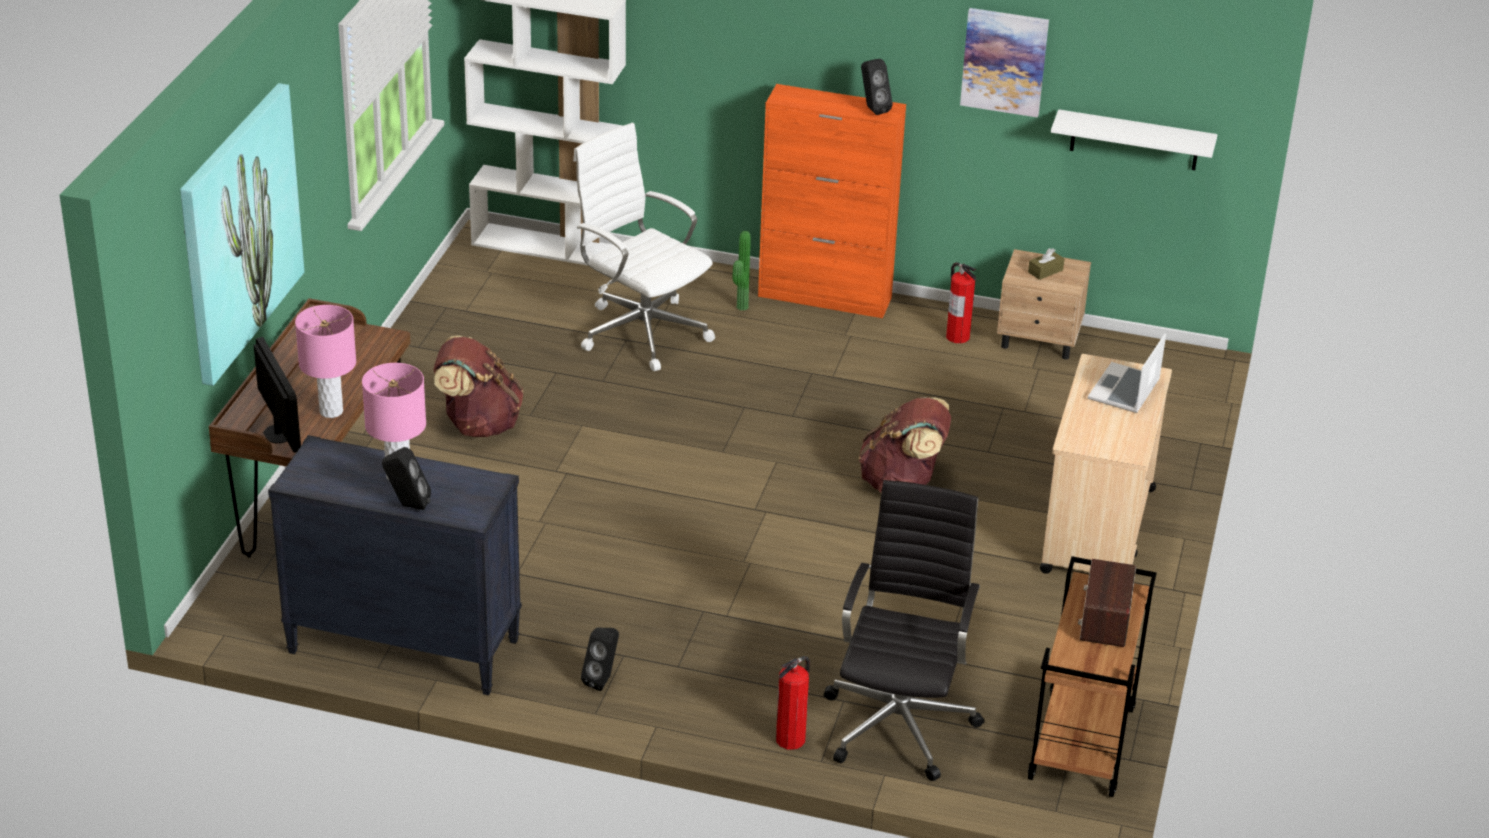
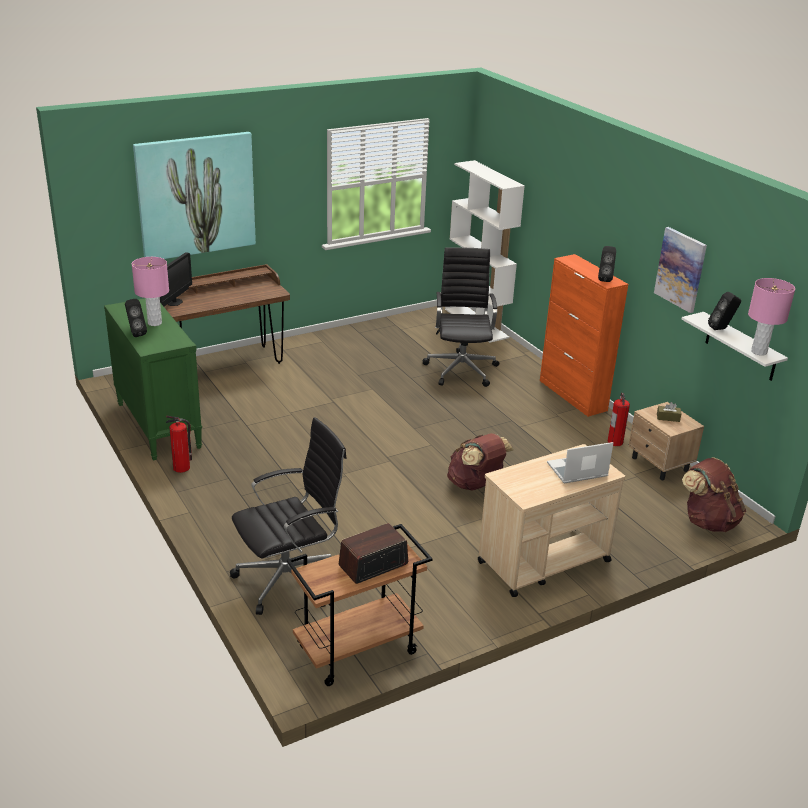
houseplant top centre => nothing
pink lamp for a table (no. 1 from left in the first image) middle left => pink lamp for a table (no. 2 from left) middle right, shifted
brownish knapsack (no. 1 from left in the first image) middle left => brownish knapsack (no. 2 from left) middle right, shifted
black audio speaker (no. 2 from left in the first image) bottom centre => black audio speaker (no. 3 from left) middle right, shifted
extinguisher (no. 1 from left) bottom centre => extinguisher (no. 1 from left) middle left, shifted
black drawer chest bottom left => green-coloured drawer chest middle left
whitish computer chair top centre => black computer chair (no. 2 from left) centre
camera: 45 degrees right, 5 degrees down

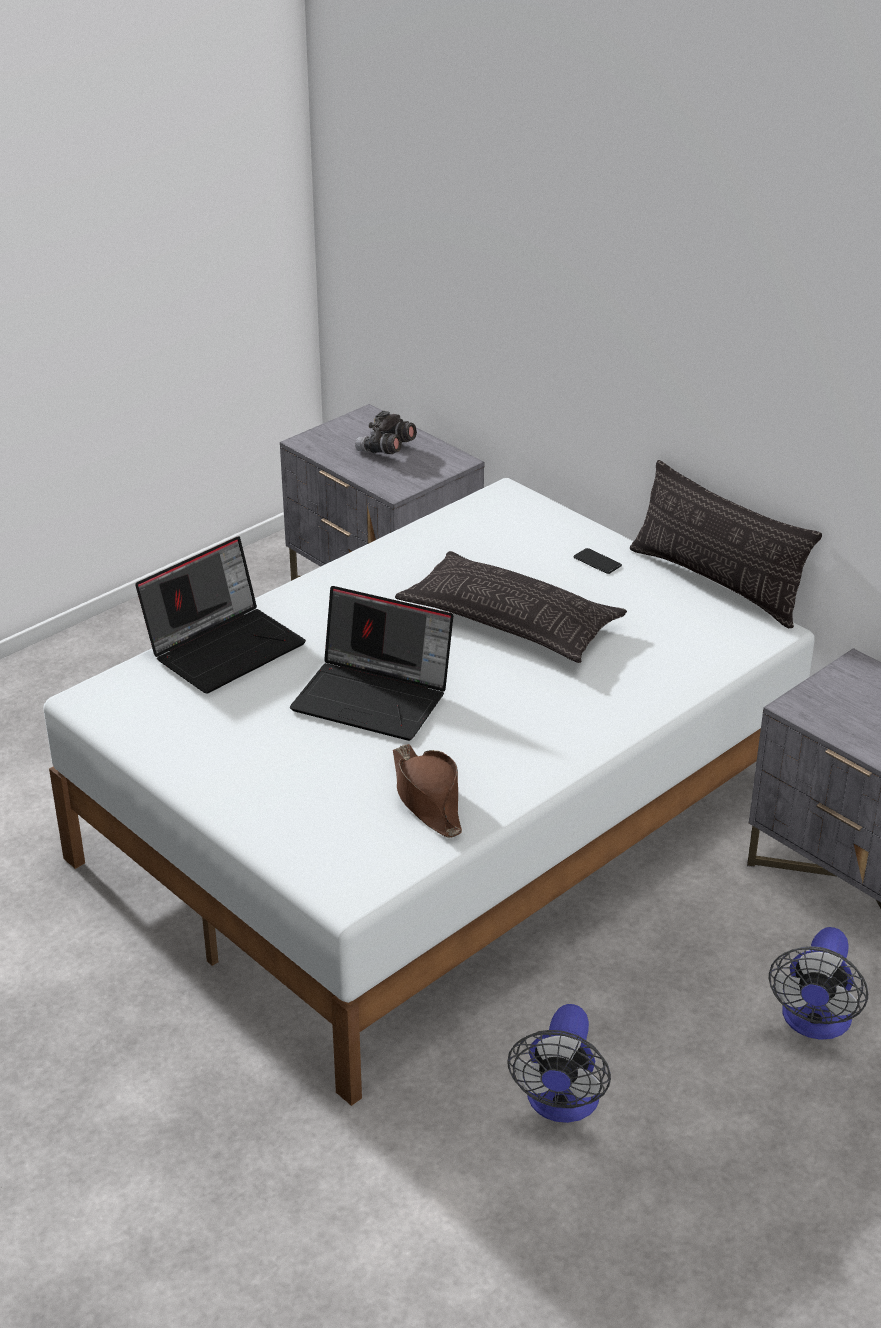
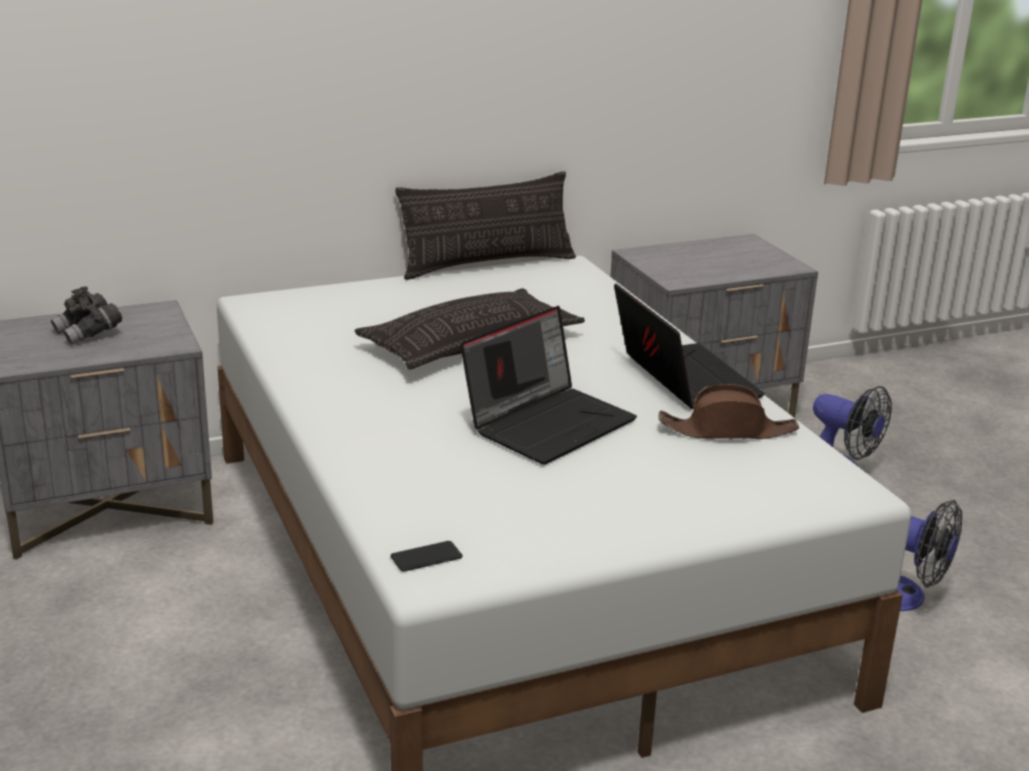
notebook computer (no. 1 from left in the first image) middle left => notebook computer (no. 2 from left) middle right, shifted
telephone middle right => telephone bottom centre, shifted
camera: 70 degrees left, 10 degrees down

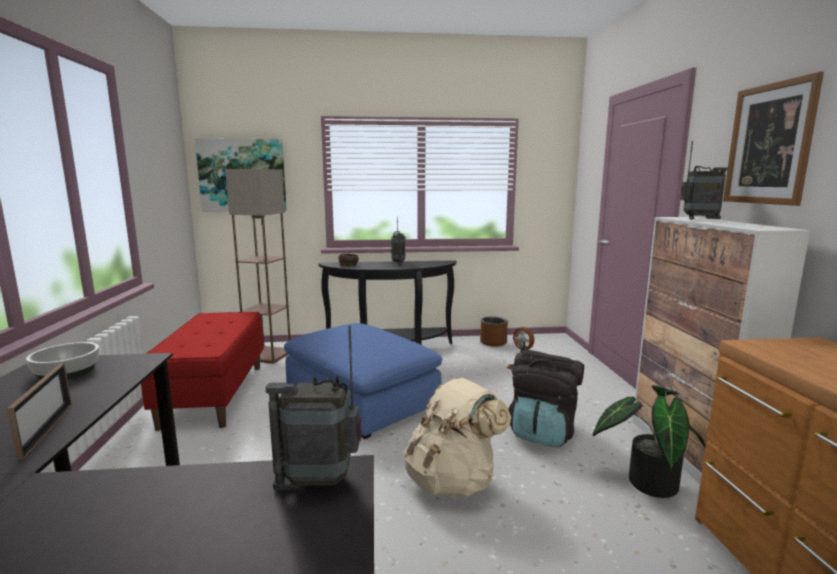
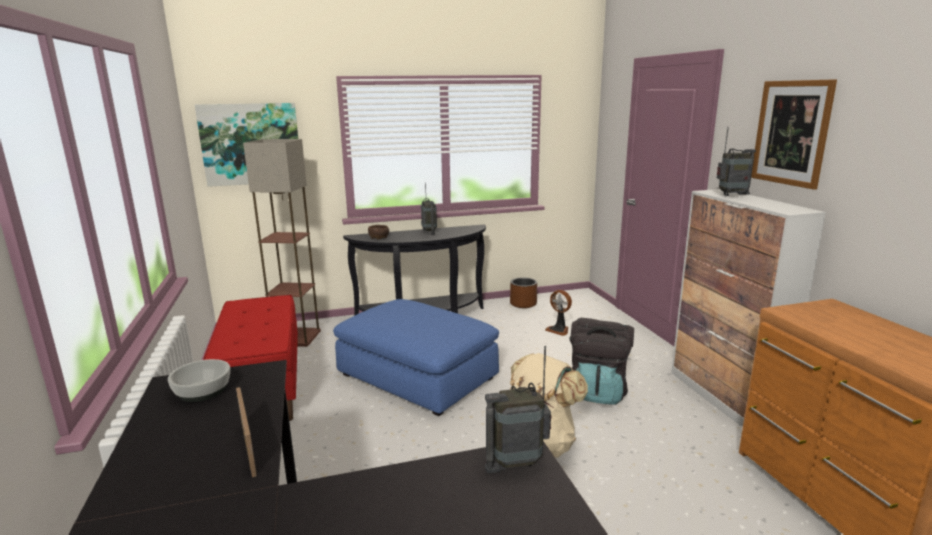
houseplant bottom right => nothing
camera: 10 degrees left, 5 degrees up

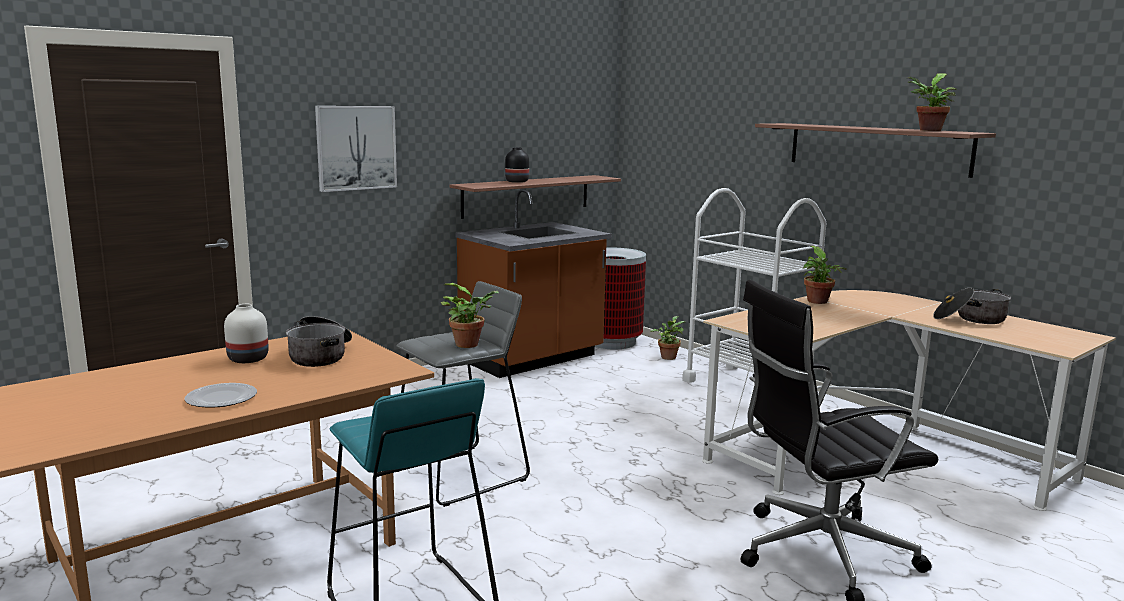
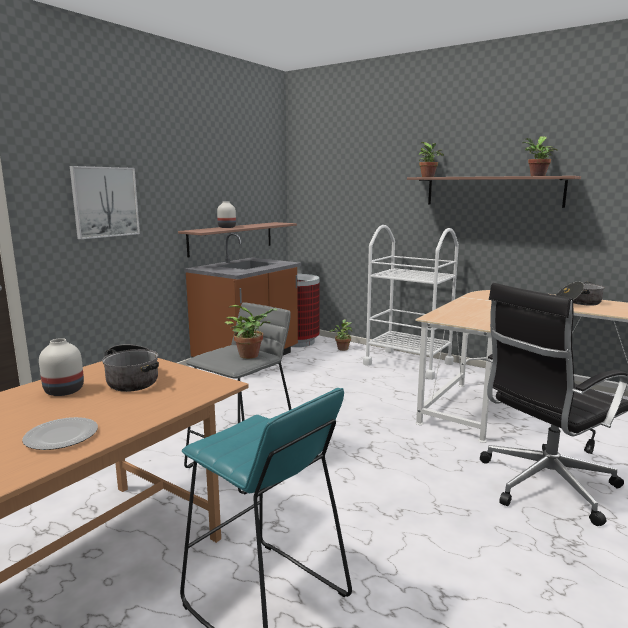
houseplant (no. 3 from left) middle right => houseplant (no. 3 from left) top right, shifted
black vase top centre => whitish vase (no. 2 from left) centre
camera: 15 degrees left, 0 degrees up

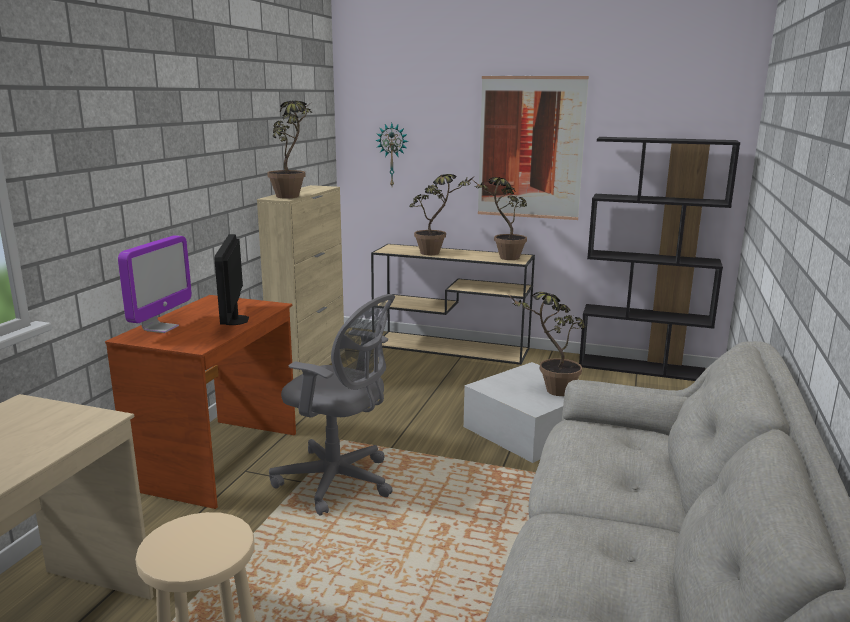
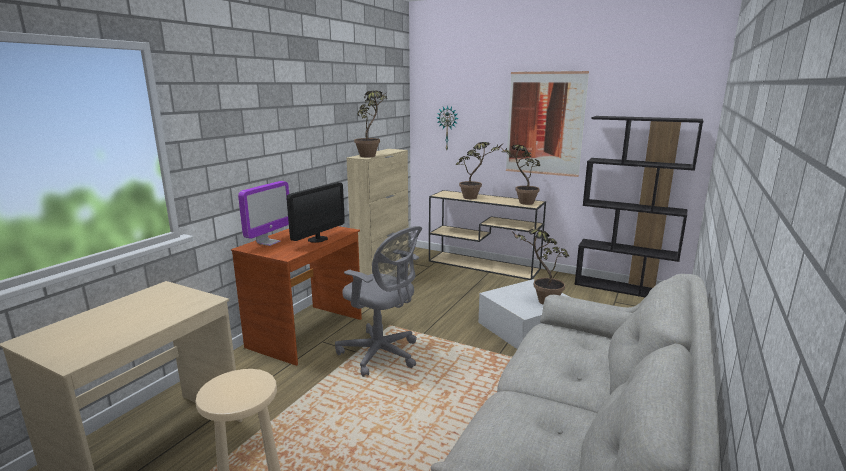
monitor (no. 2 from left) middle left => monitor (no. 2 from left) centre, 150 degrees counterclockwise
camera: 10 degrees right, 0 degrees up

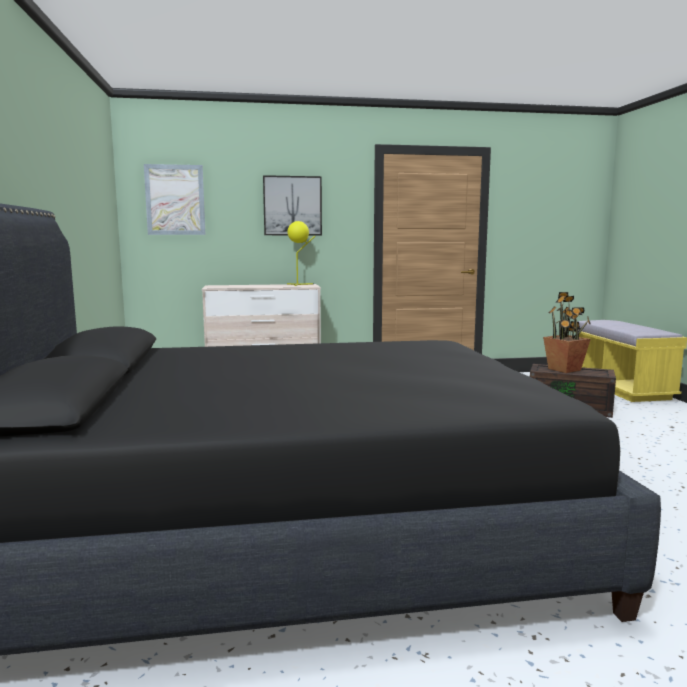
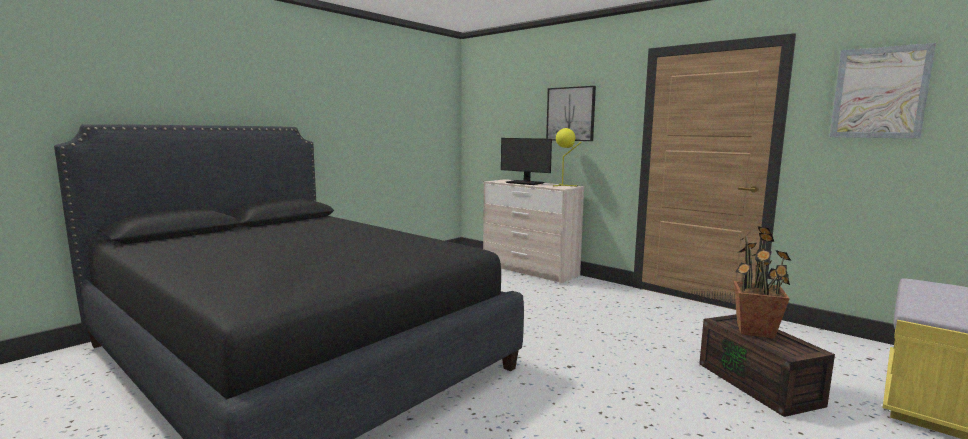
nothing => monitor centre
wall art (no. 1 from left in the first image) top left => wall art (no. 2 from left) top right, shifted
camera: 50 degrees right, 0 degrees up

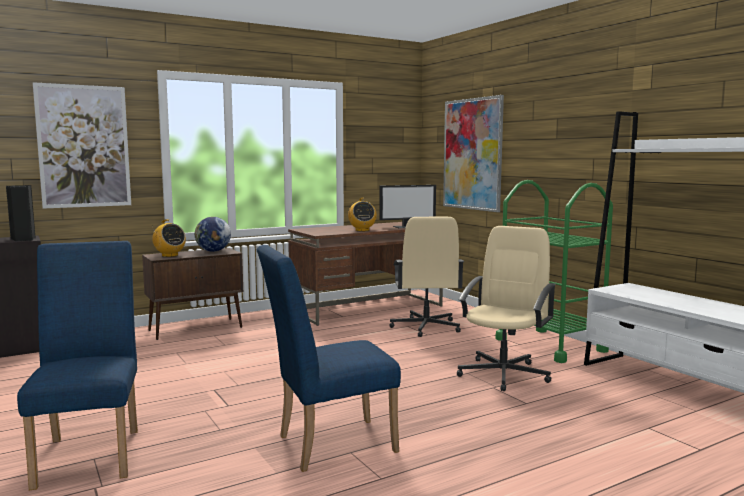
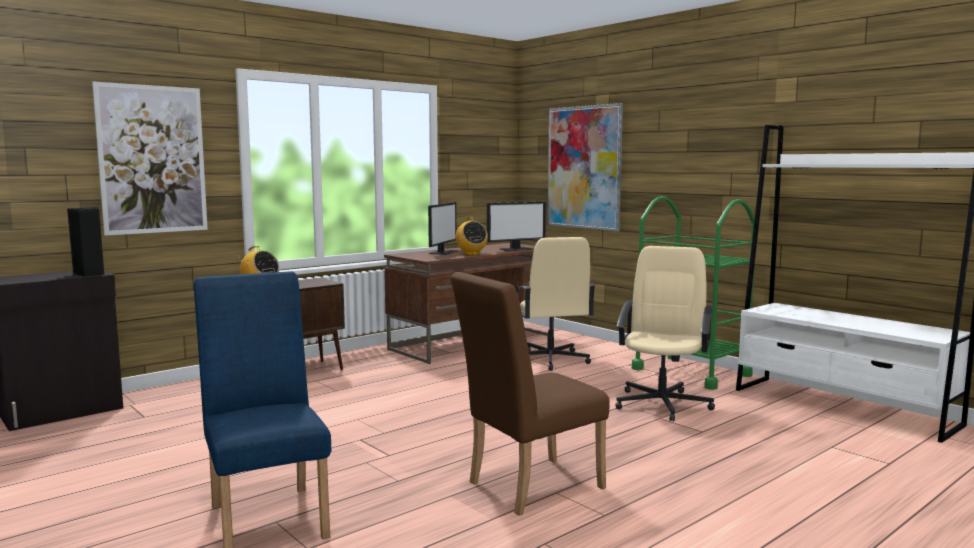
desk globe middle left => nothing
nothing => monitor (no. 1 from left) centre
blue upright chair (no. 2 from left) bottom centre => brownish upright chair bottom centre
camera: 10 degrees left, 0 degrees up

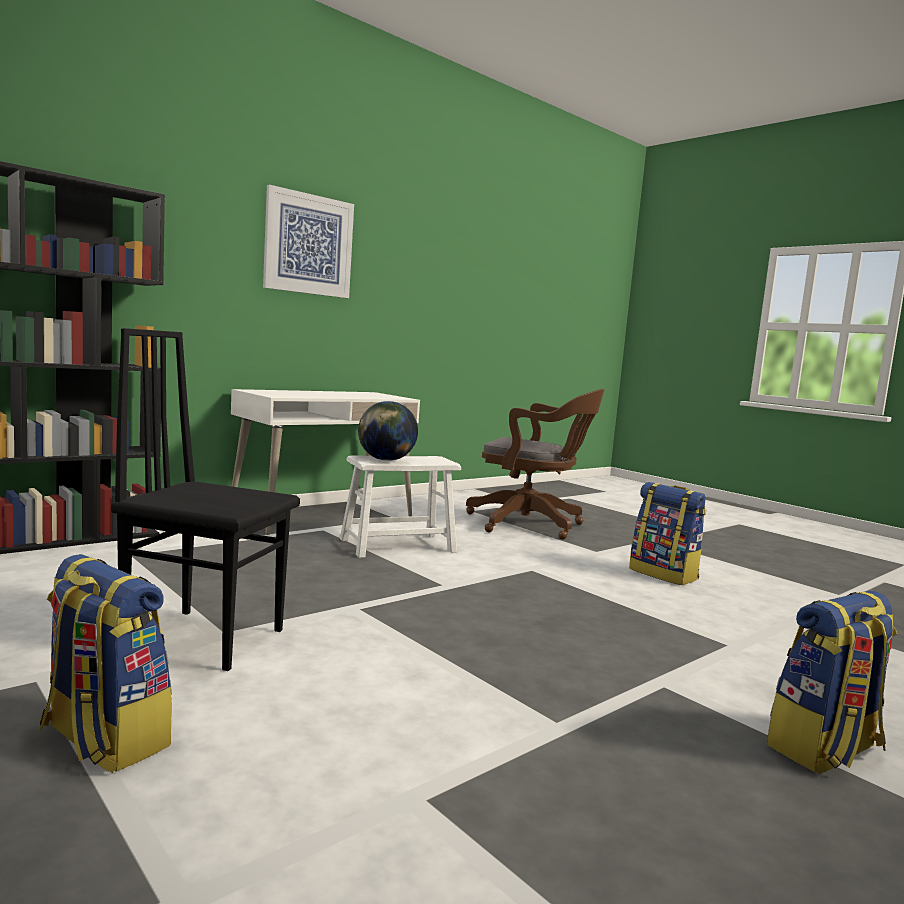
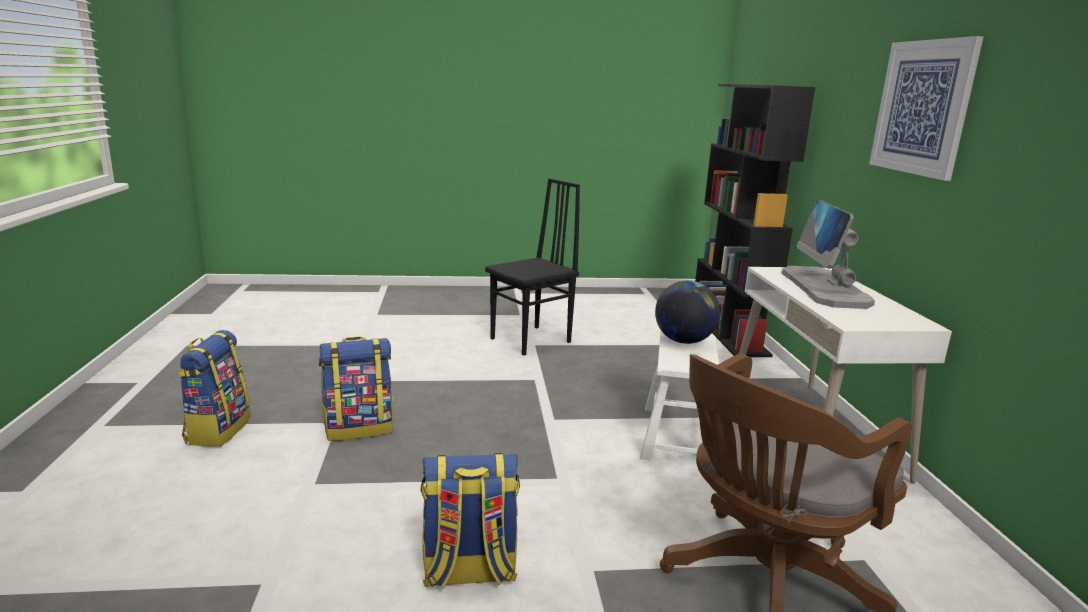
nothing => monitor middle right
knapsack (no. 1 from left in the first image) bottom left => knapsack (no. 2 from left) middle left, shifted
camera: 125 degrees right, 10 degrees up

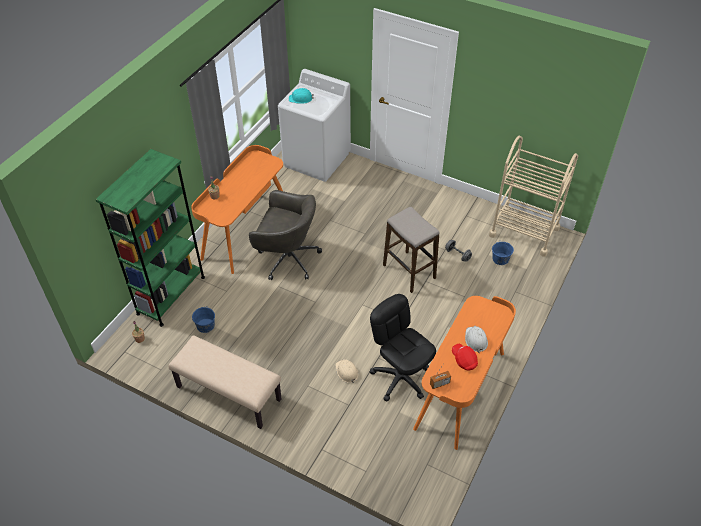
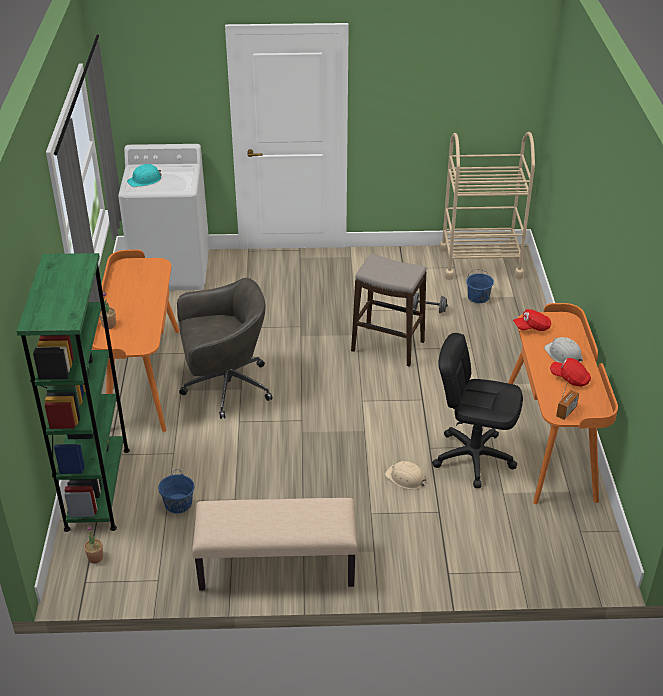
nothing => red cap (no. 1 from left) middle right
camera: 30 degrees left, 10 degrees down

